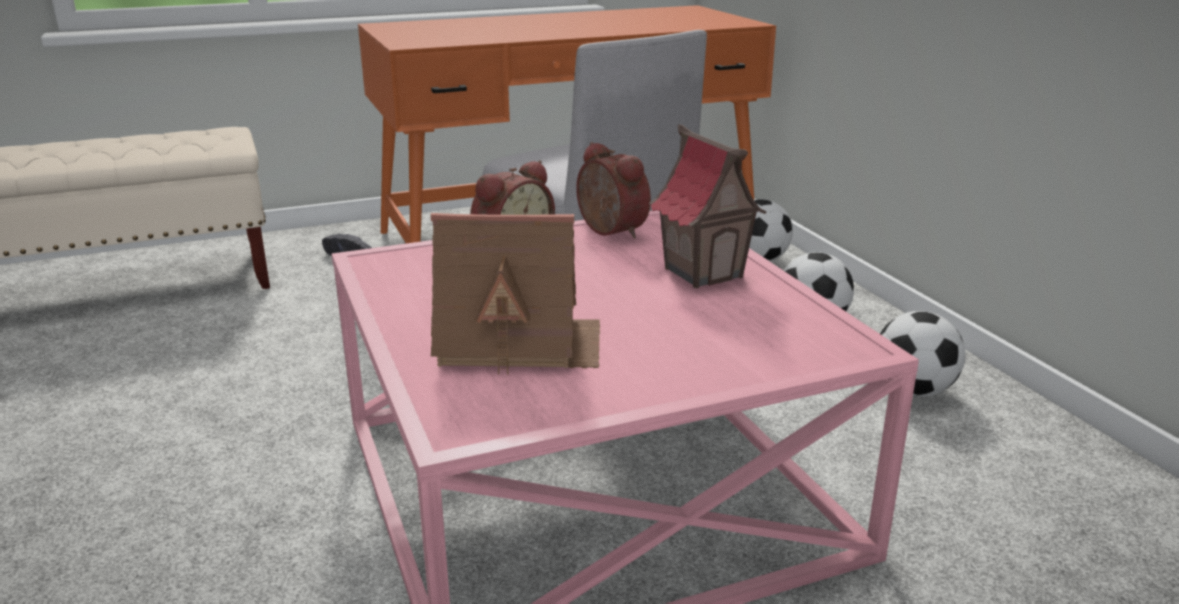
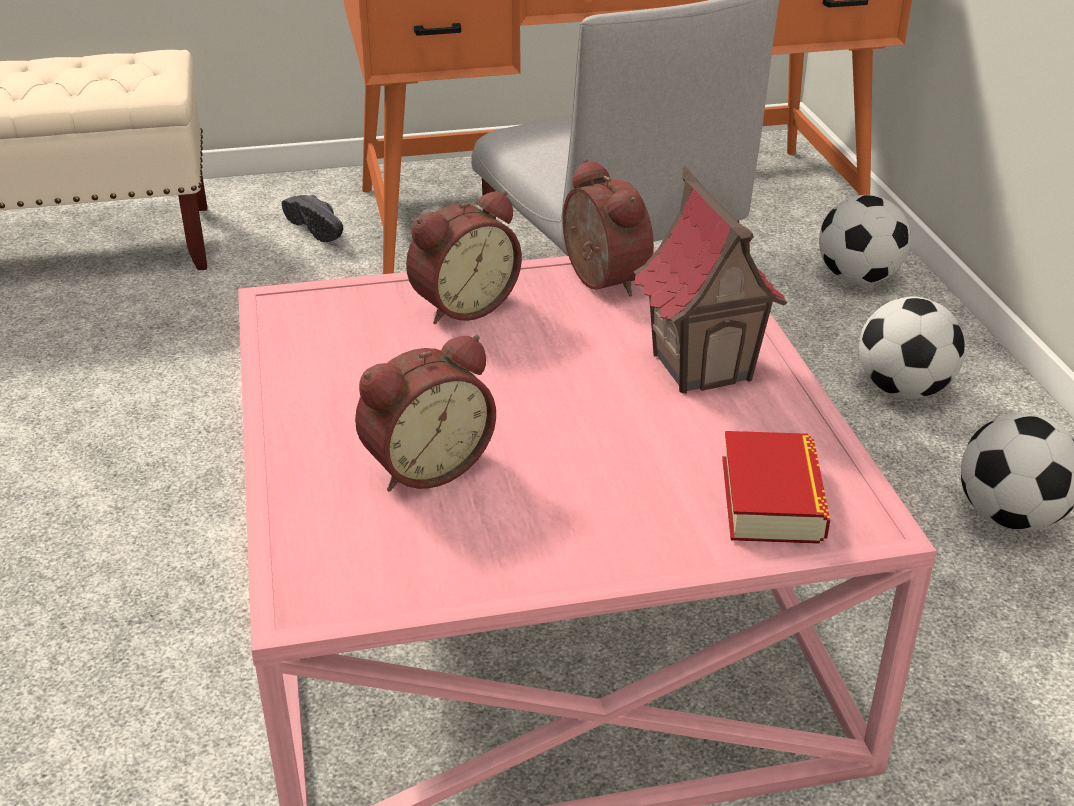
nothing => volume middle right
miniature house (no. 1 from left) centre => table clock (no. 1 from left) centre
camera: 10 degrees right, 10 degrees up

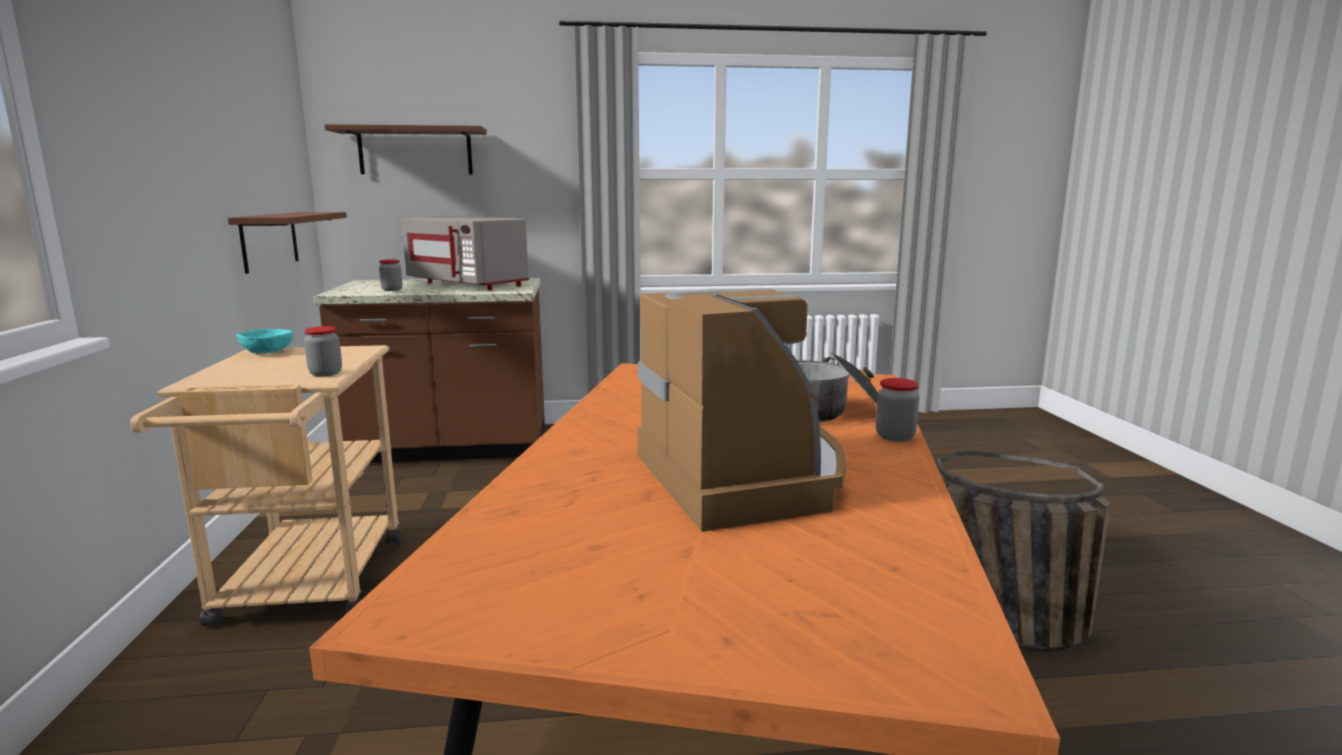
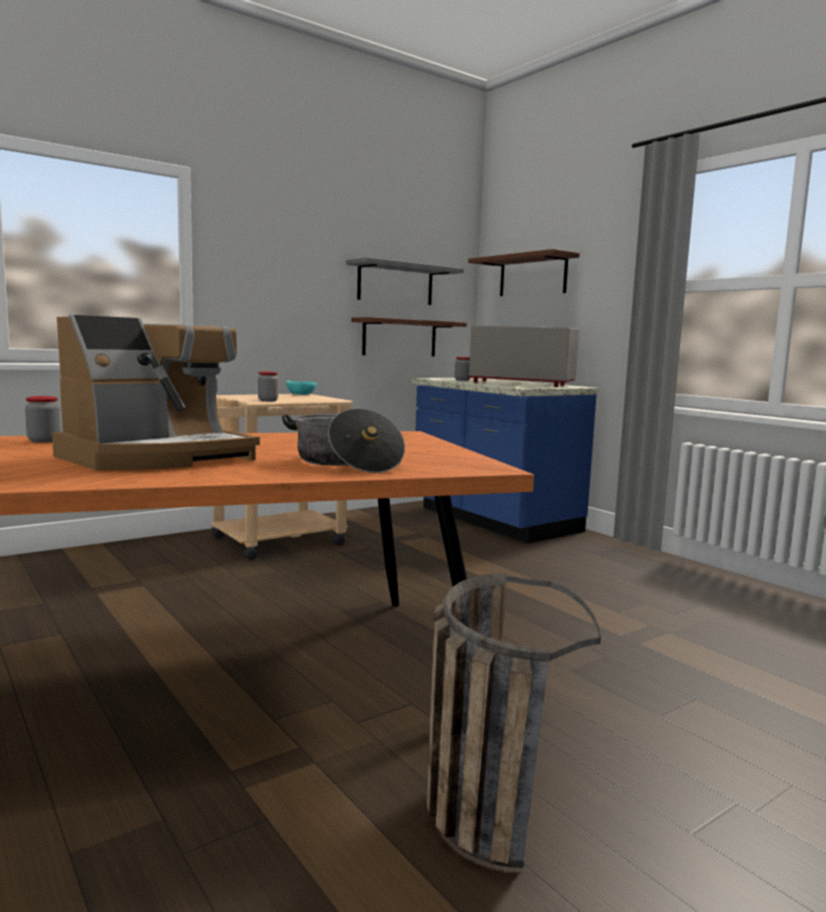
nothing => greyish bracket shelf top centre
jar (no. 3 from left in the first image) middle right => jar (no. 1 from left) middle left, shifted
brownish kitchen counter middle left => blue kitchen counter centre
greyish microwave oven centre, 105 degrees clockwise
camera: 60 degrees right, 5 degrees down

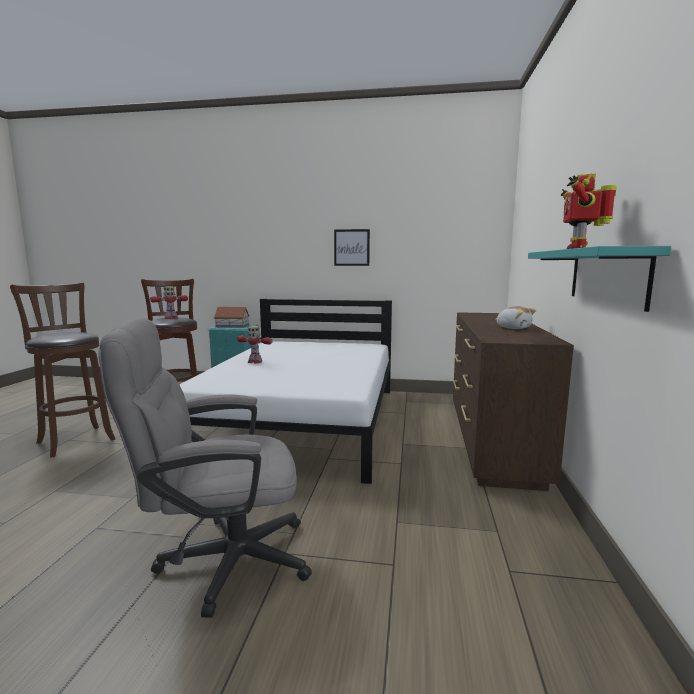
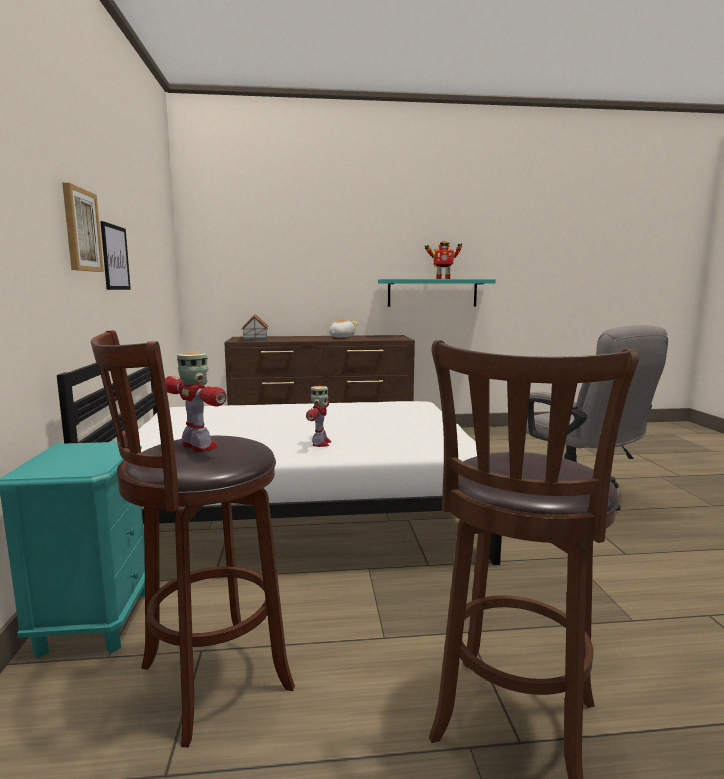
nothing => wall art (no. 1 from left) top left
miniature house middle left => miniature house centre, shifted
camera: 105 degrees left, 0 degrees up

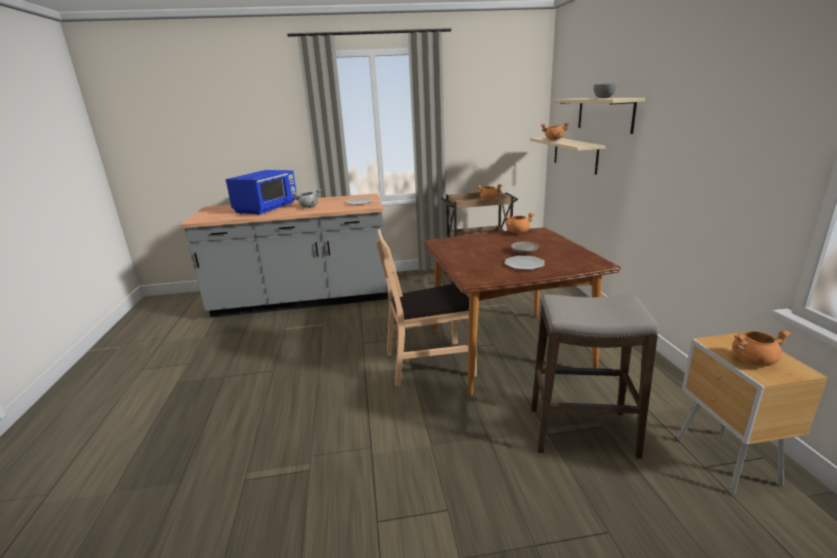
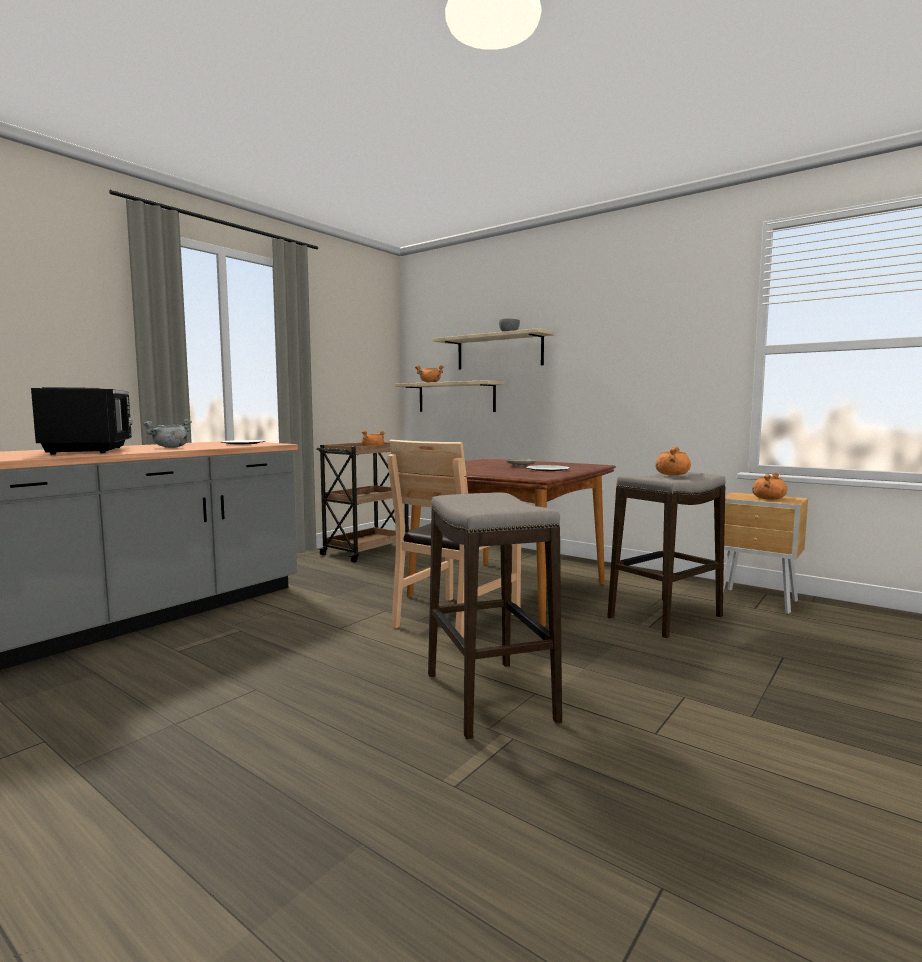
nothing => stool seat (no. 1 from left) centre
orangey saucepot (no. 2 from left in the first image) centre => orangey saucepot (no. 3 from left) middle right, shifted
blue microwave oven middle left => black microwave oven middle left
camera: 45 degrees left, 15 degrees down

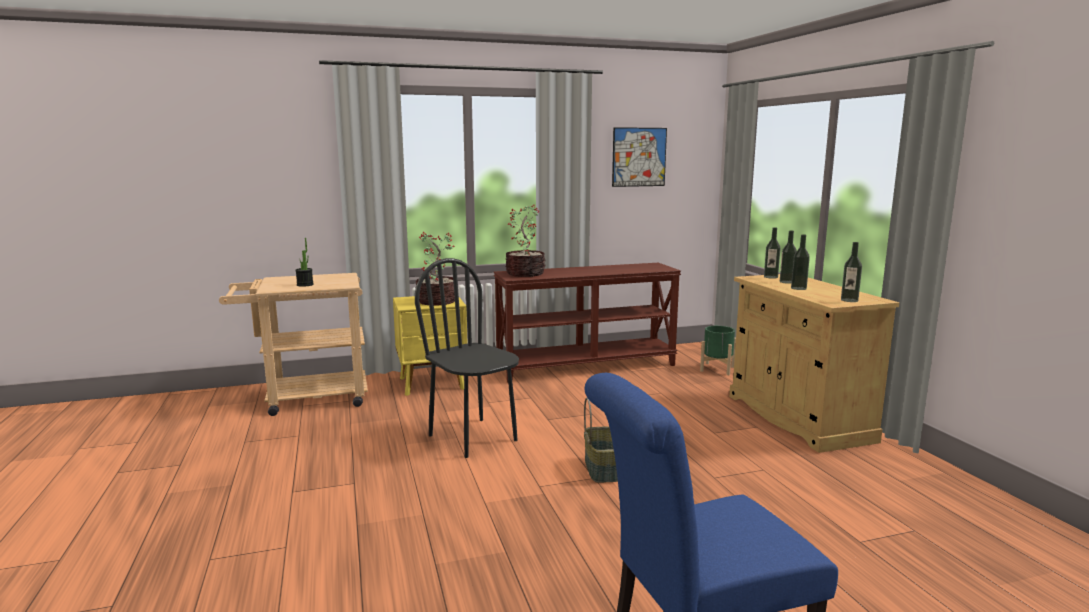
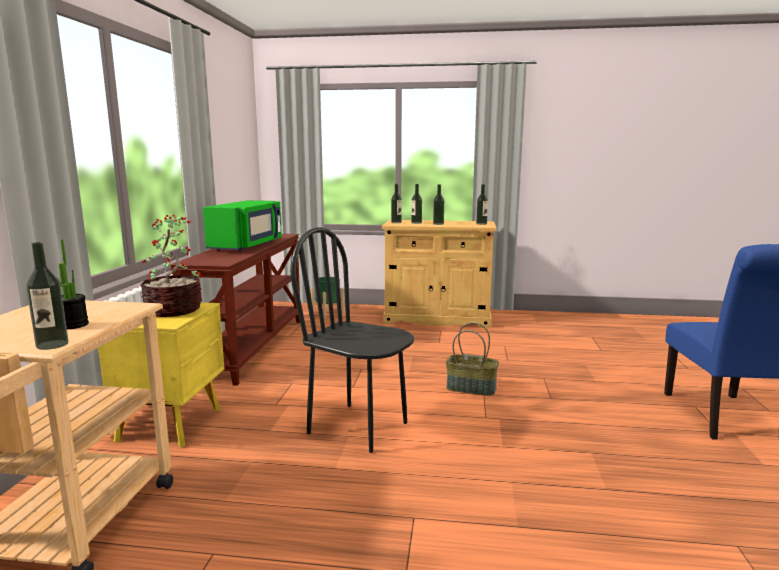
houseplant (no. 3 from left) centre => nothing
wall art top centre => nothing
nothing => beverage bottle (no. 1 from left) middle left
nothing => green-coloured microwave oven middle left
black upright chair centre, 45 degrees clockwise
camera: 65 degrees left, 0 degrees up

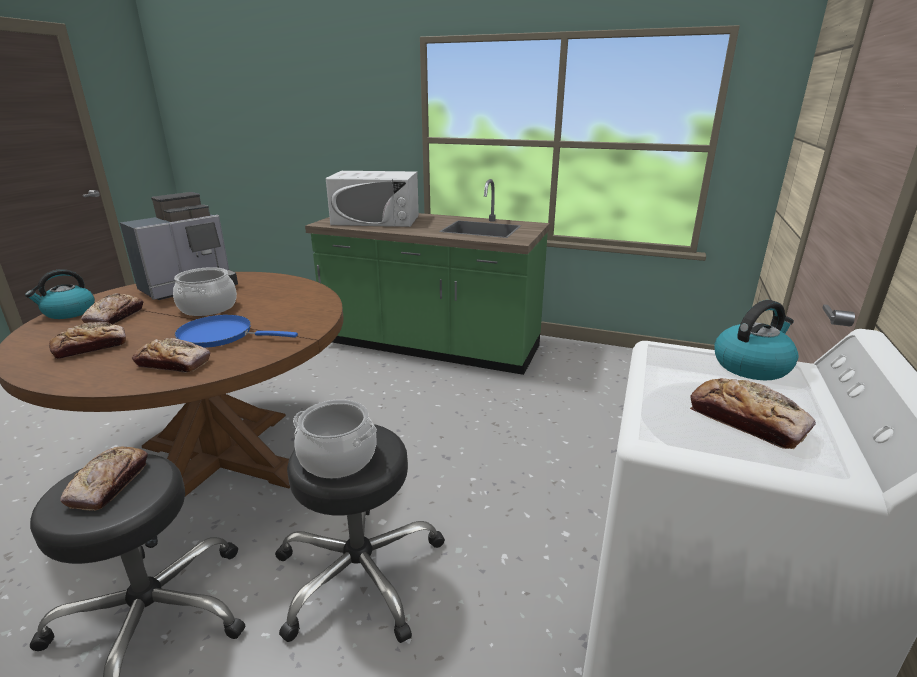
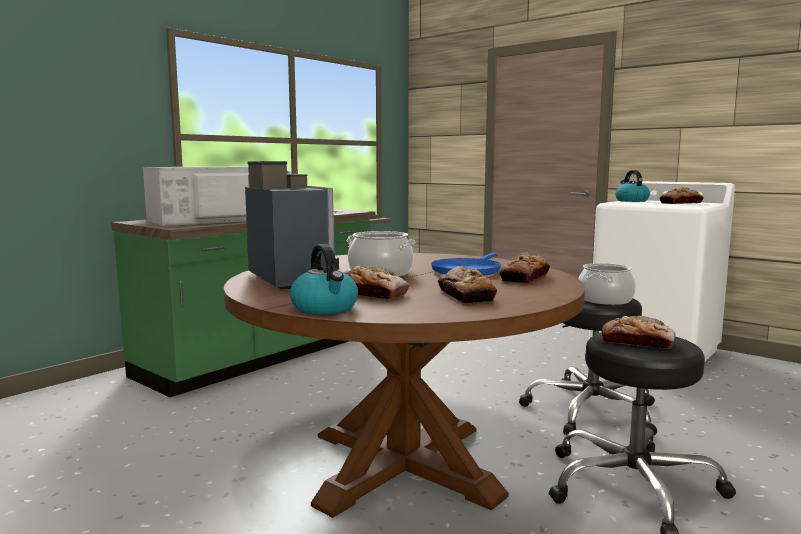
whitish microwave oven top centre => whitish microwave oven middle left, 150 degrees counterclockwise
camera: 70 degrees left, 15 degrees down

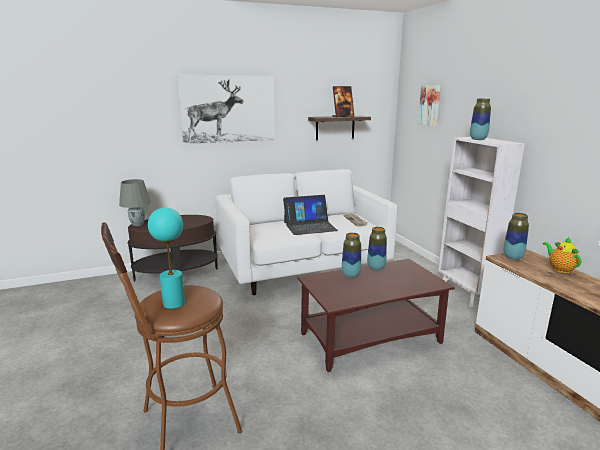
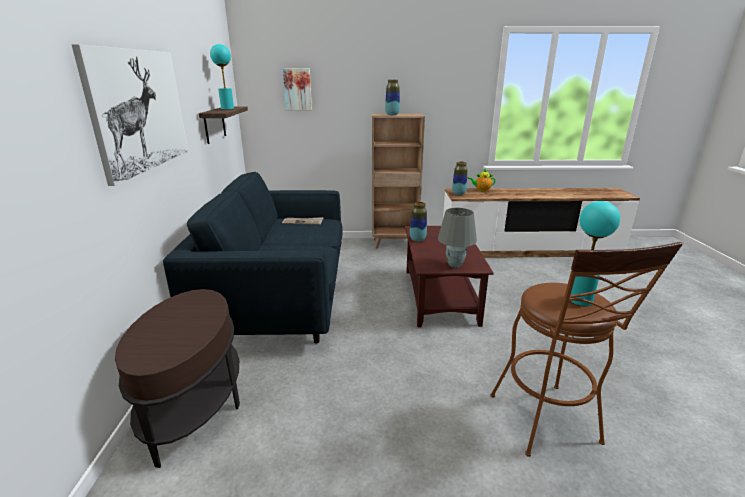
notebook computer centre => nothing
vase (no. 1 from left) centre => nothing
greyish lamp for a table middle left => greyish lamp for a table centre, shifted
standing frame top centre => turquoise-coloured lamp for a table (no. 1 from left) top left
whitish couch centre => blue couch centre
whitish shelving unit middle right => brownish shelving unit centre
camera: 70 degrees left, 5 degrees up

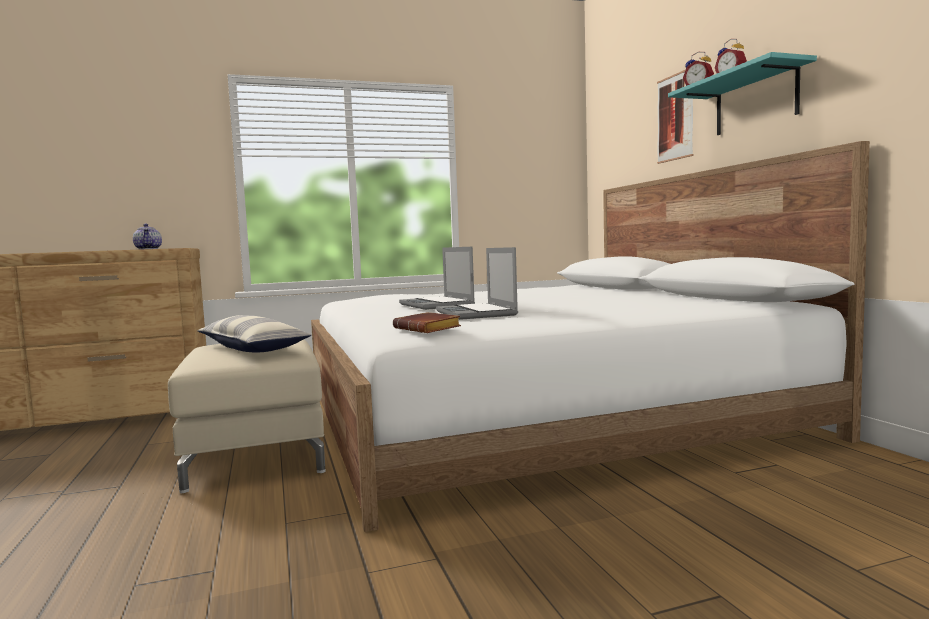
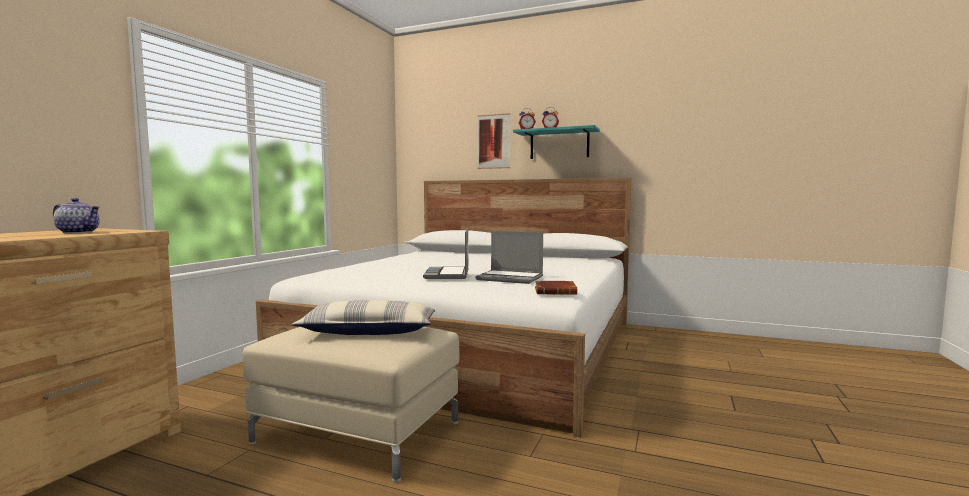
notebook computer (no. 1 from left) centre, 75 degrees clockwise
camera: 50 degrees left, 0 degrees up

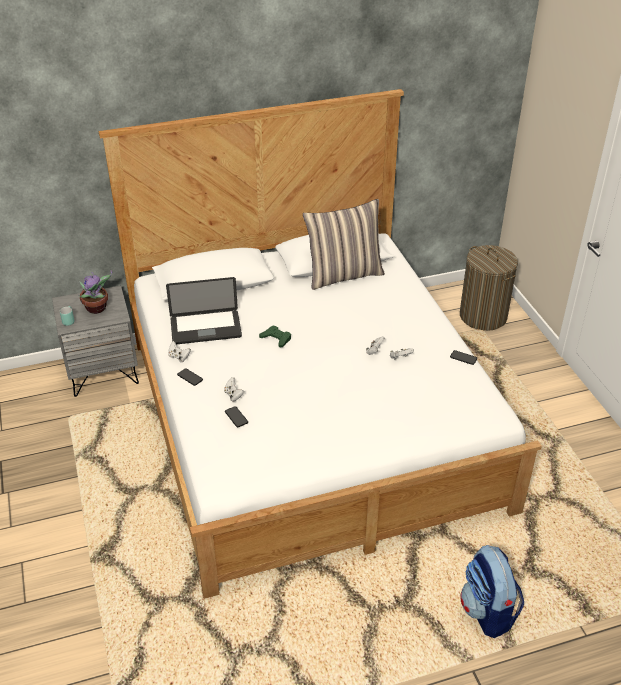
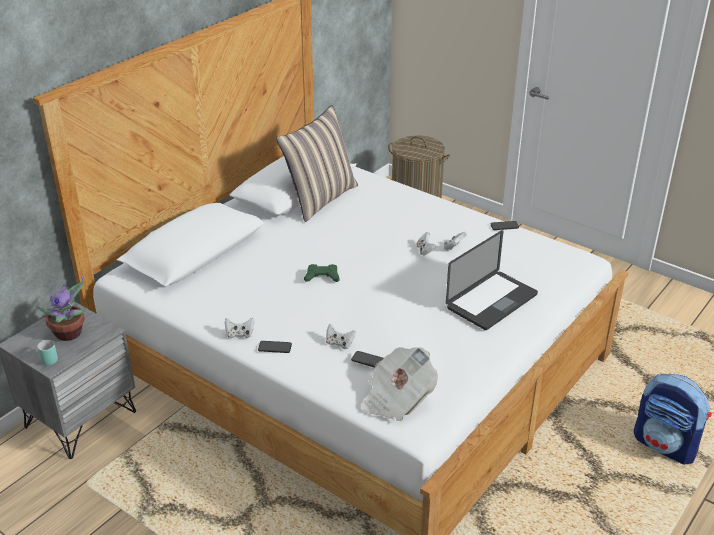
nothing => newspaper bottom centre
notebook computer middle left => notebook computer middle right, shifted
camera: 35 degrees left, 5 degrees down

